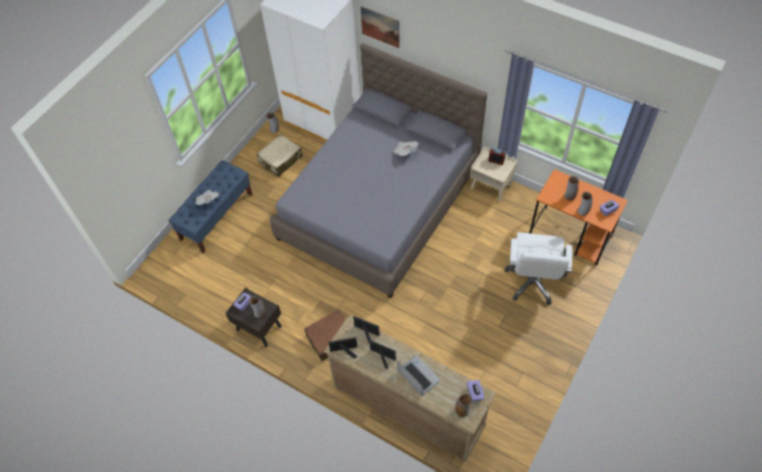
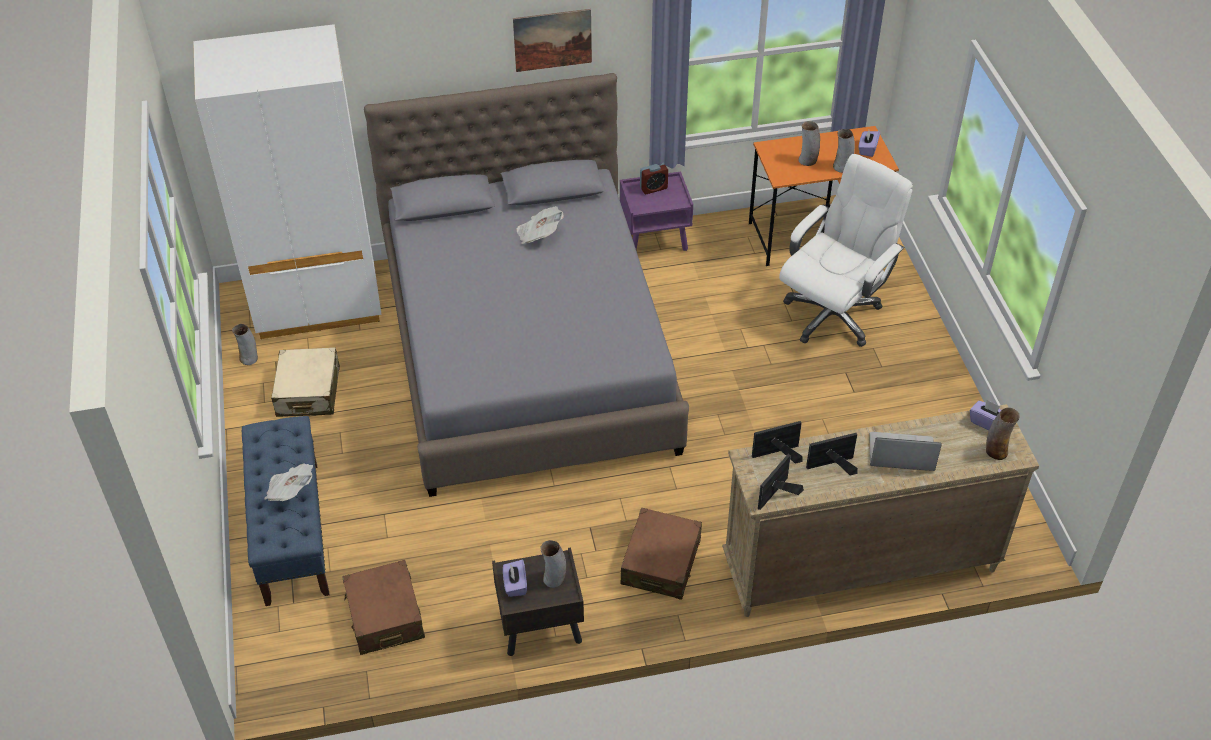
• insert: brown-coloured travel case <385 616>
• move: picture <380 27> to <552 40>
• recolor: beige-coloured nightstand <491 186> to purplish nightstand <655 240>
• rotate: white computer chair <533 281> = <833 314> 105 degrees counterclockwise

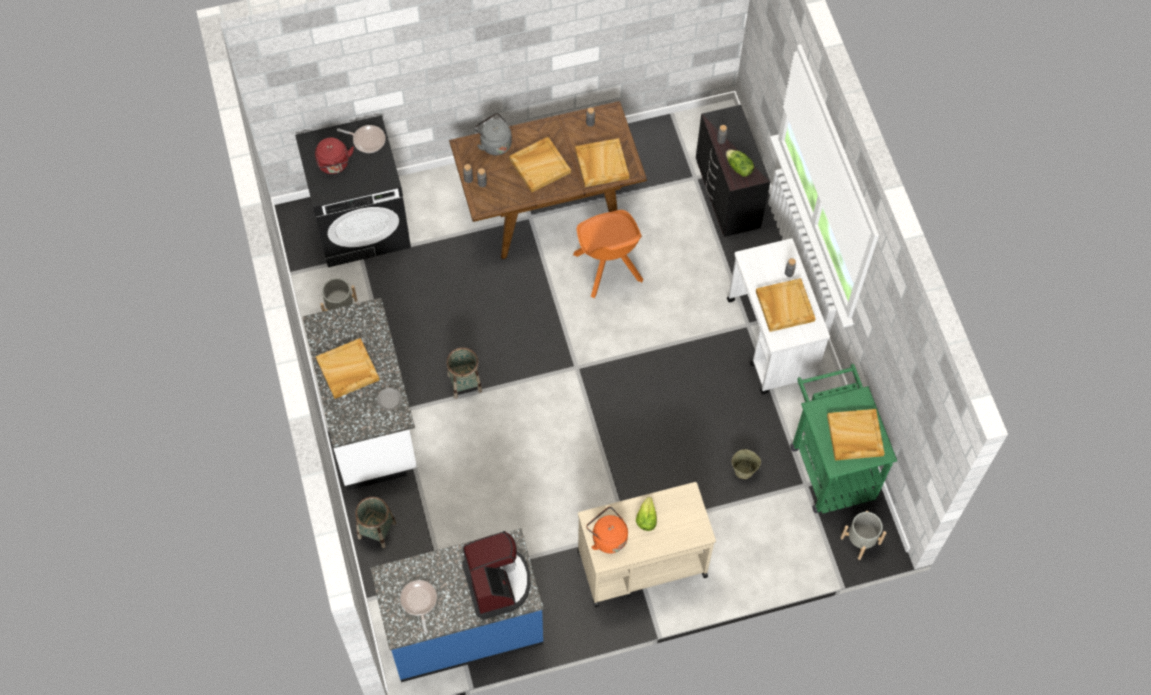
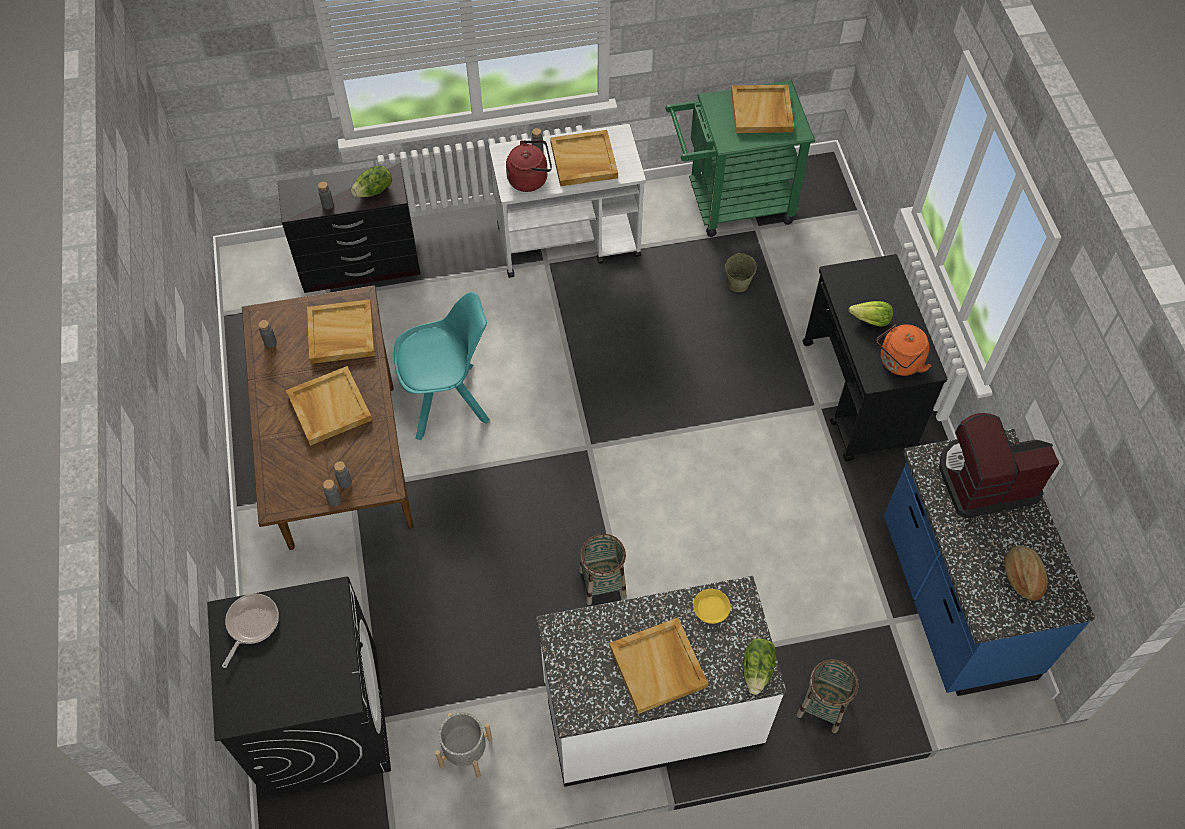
• recolor: orange-coloured plain chair <608 269> to turquoise plain chair <448 401>
• move: red-coloured kettle <334 165> to <530 179>
• recolor: grey plate <390 400> to yellowish plate <711 607>
• insert: head of lettuce <757 670>
• recolor: beige-coloured trolley <641 563> to black trolley <859 395>
• replace: pan <419 601> to bakery bread <1022 576>
• delete: grey kettle <494 143>
• delete: grey planter <860 540>

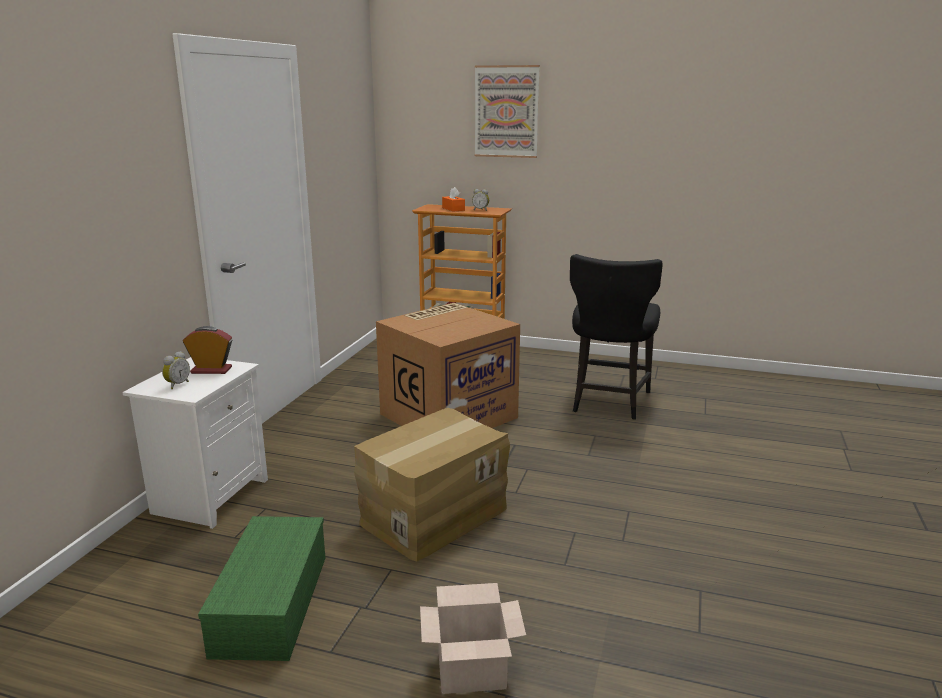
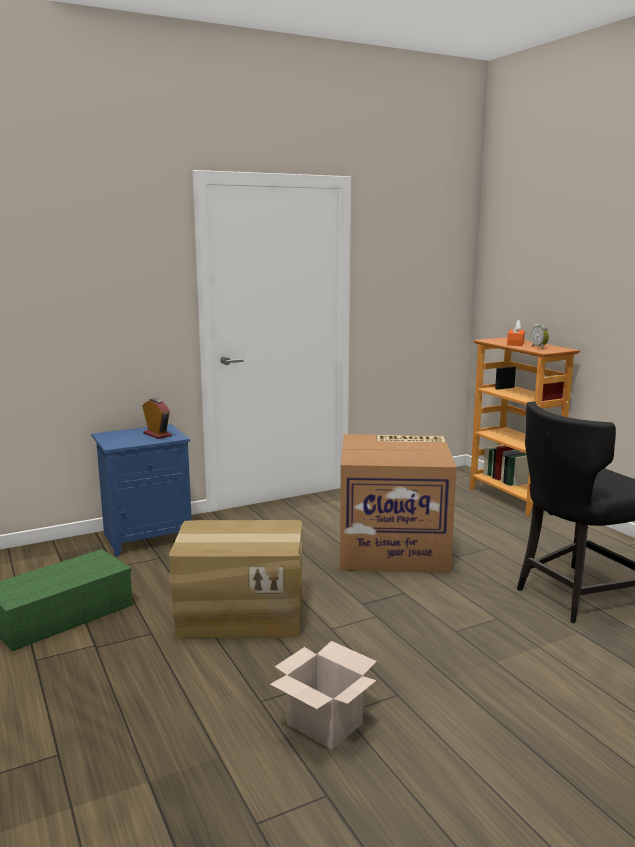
• recolor: white nightstand <210 495> to bluish nightstand <147 536>
• move: carton <470 672> to <322 724>
• delete: bedside clock <177 385>
• delete: picture <506 112>

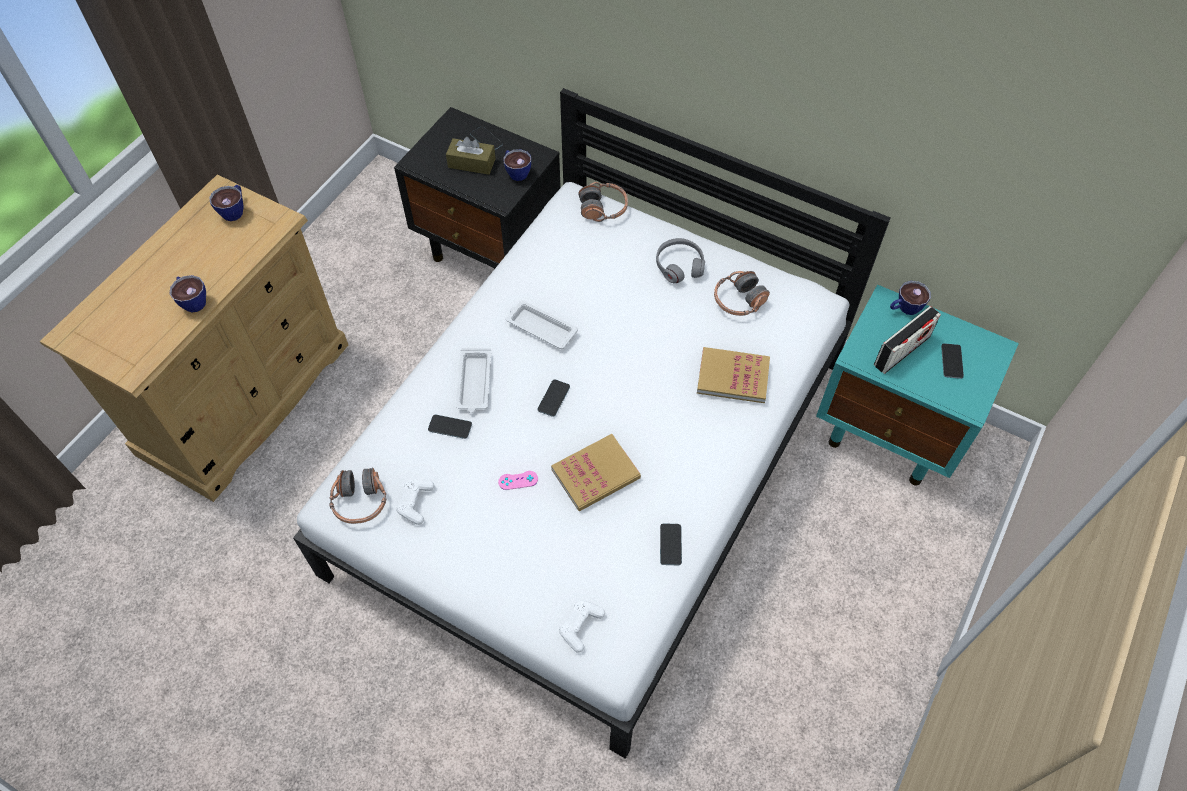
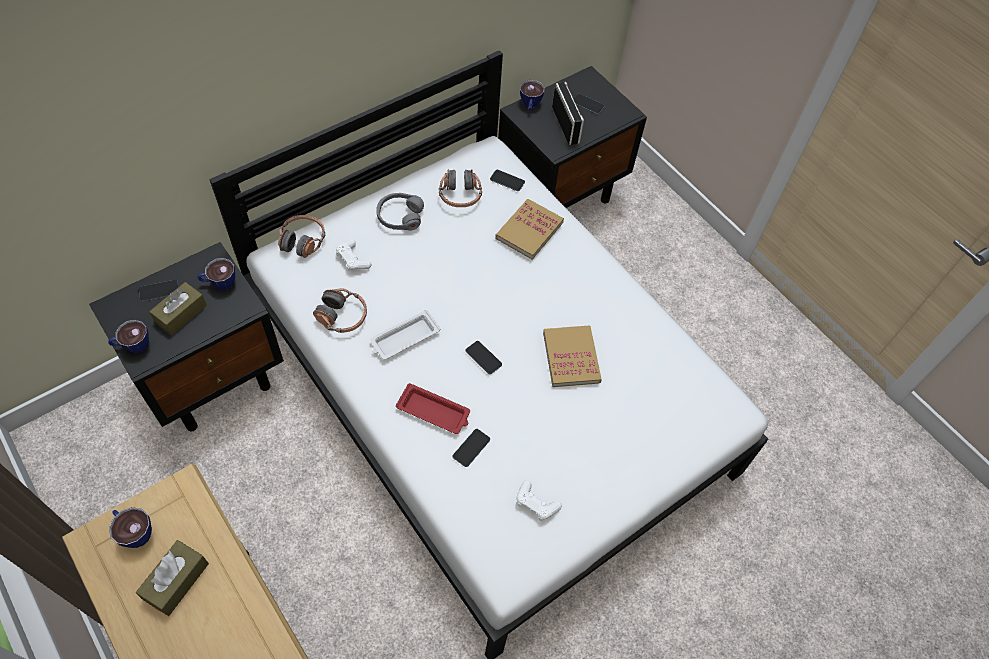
• move: cup <192 300> to <133 346>
• insert: brown-coloured tissue holder <176 581>
• move: headphones <360 501> to <342 316>
• move: white game controller <580 626> to <353 260>
• recolor: white serving tray <474 383> to red-coloured serving tray <434 412>
• move: handset <670 544> to <507 180>
• recolor: turquoise nightstand <890 432> to black nightstand <561 193>
• delete: pink game controller <518 480>

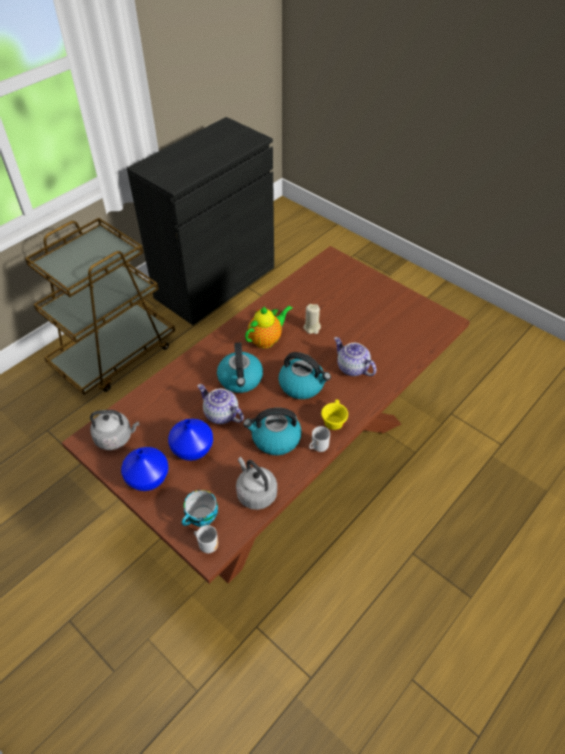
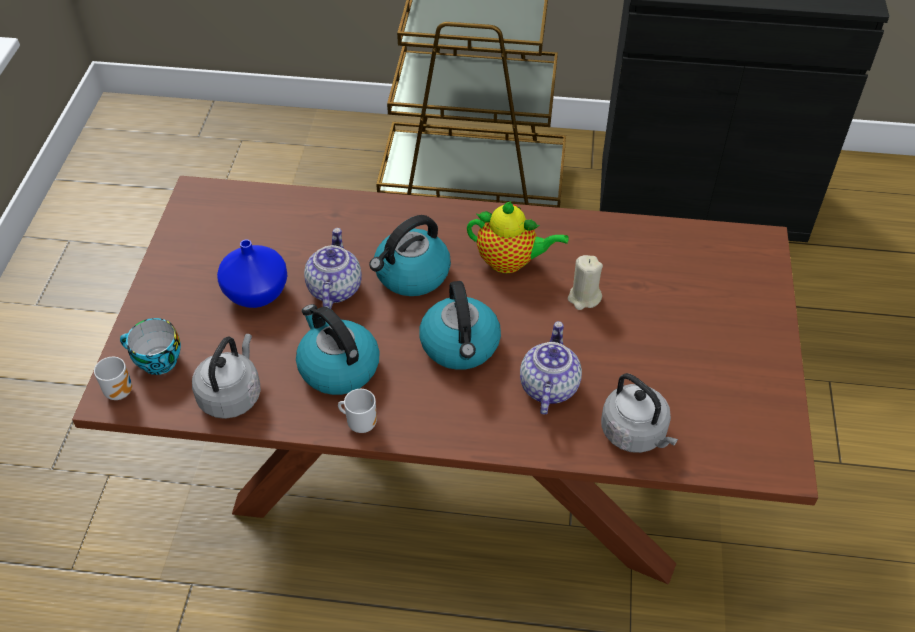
• move: grey kettle <116 438> to <636 434>
• delete: bluish flower vase <147 478>
• delete: yellowish cup <333 420>

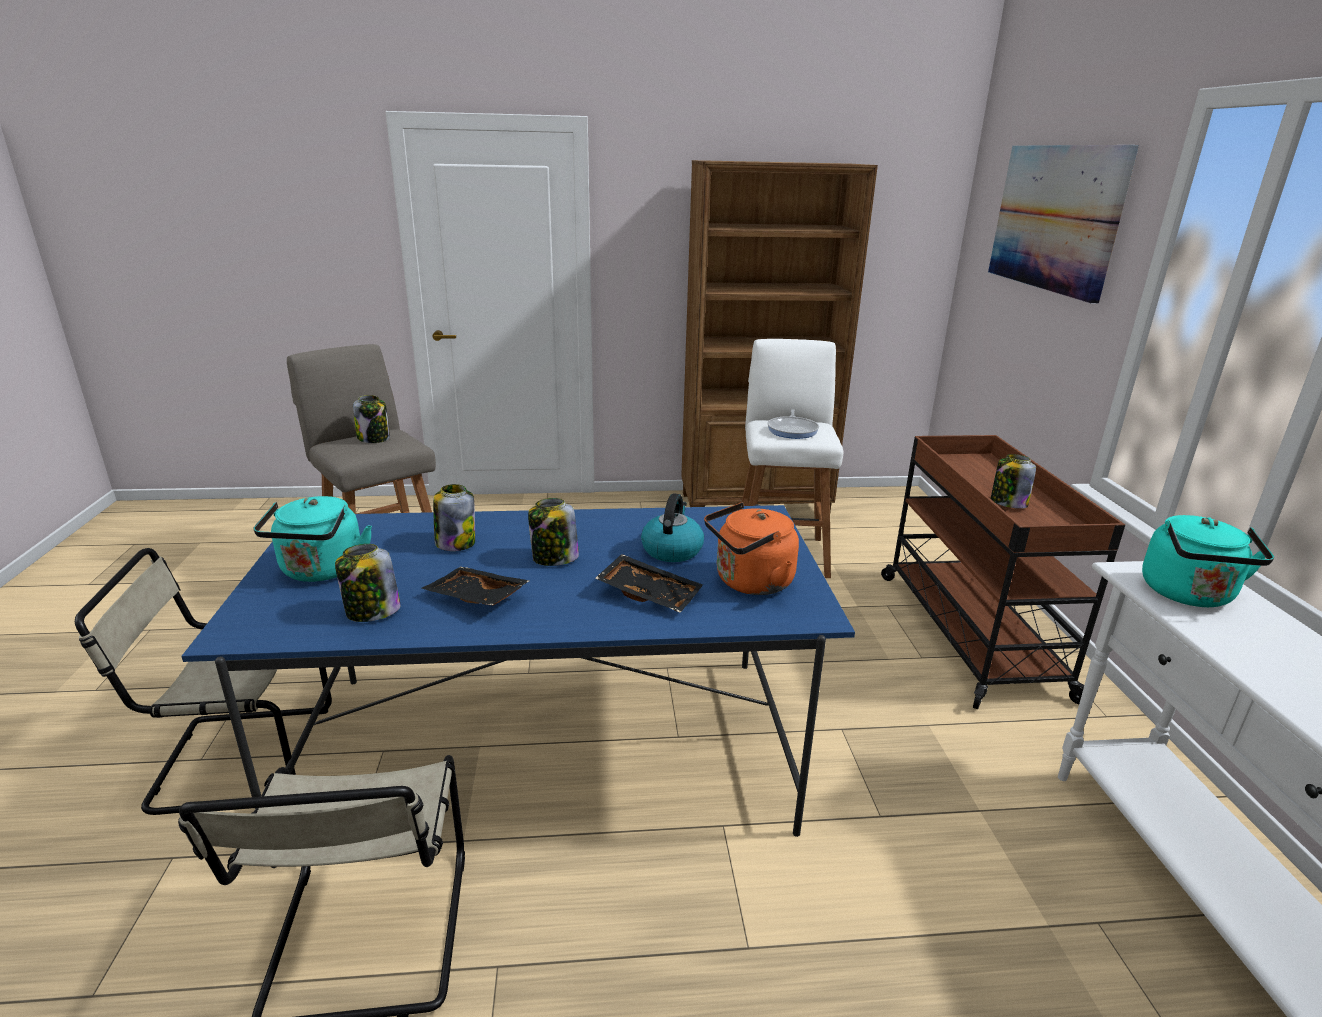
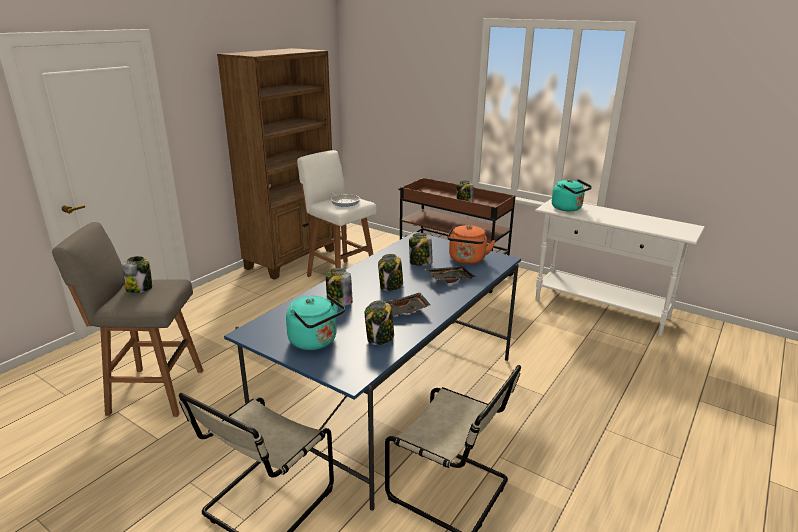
• replace: kettle <672 549> to preserve jar <420 263>
• delete: picture <1056 218>

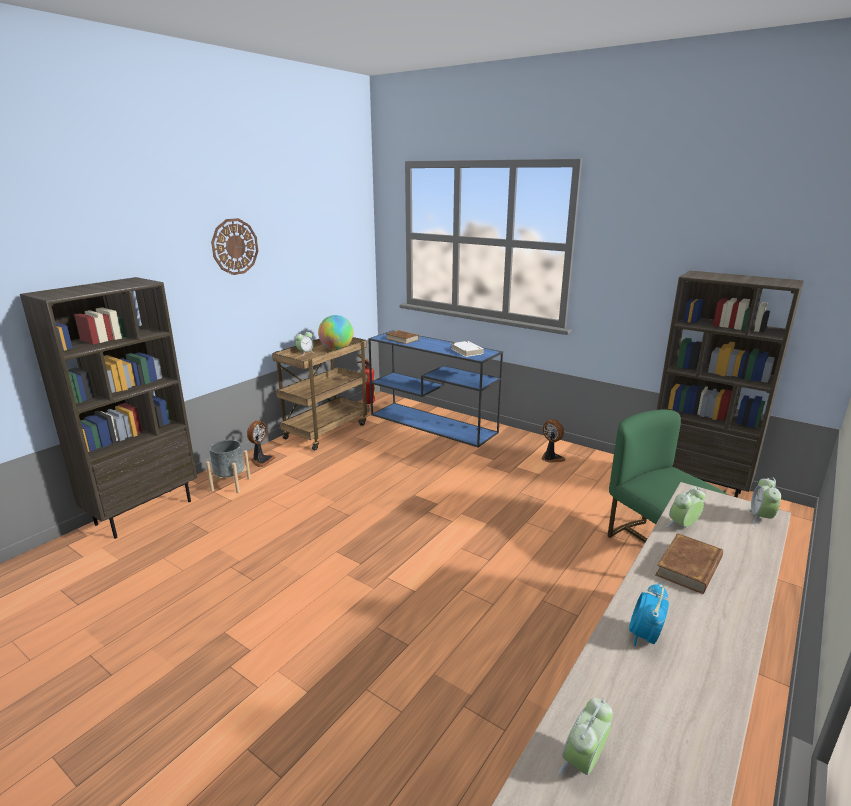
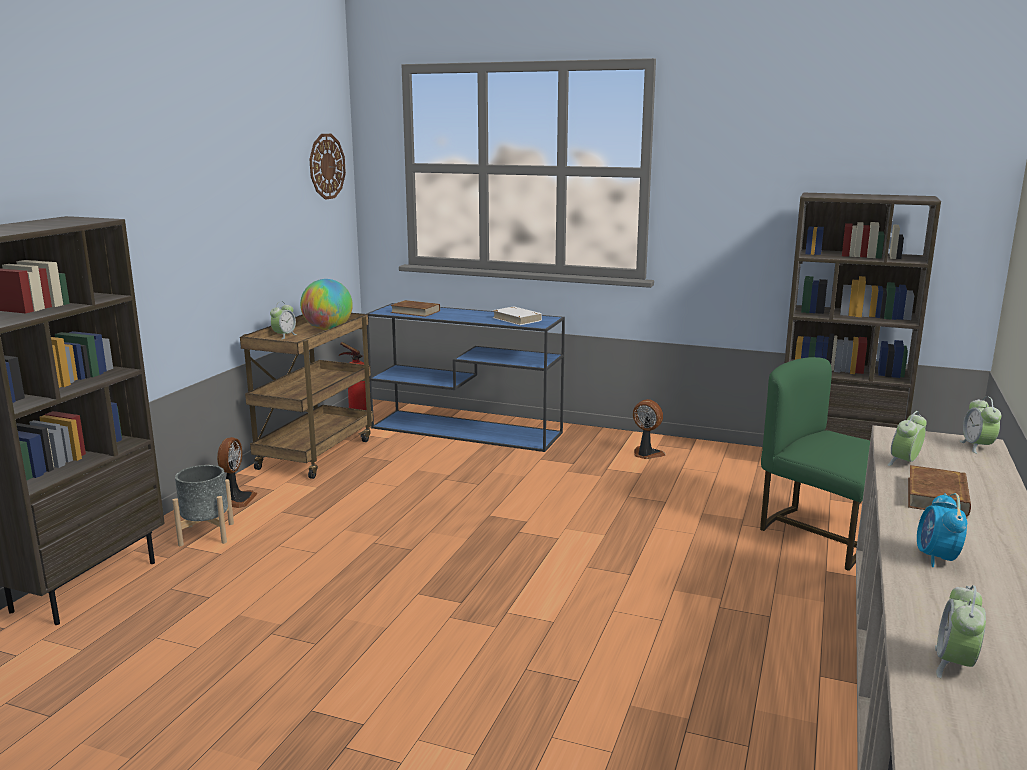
• move: hanging clock <234 246> to <326 166>

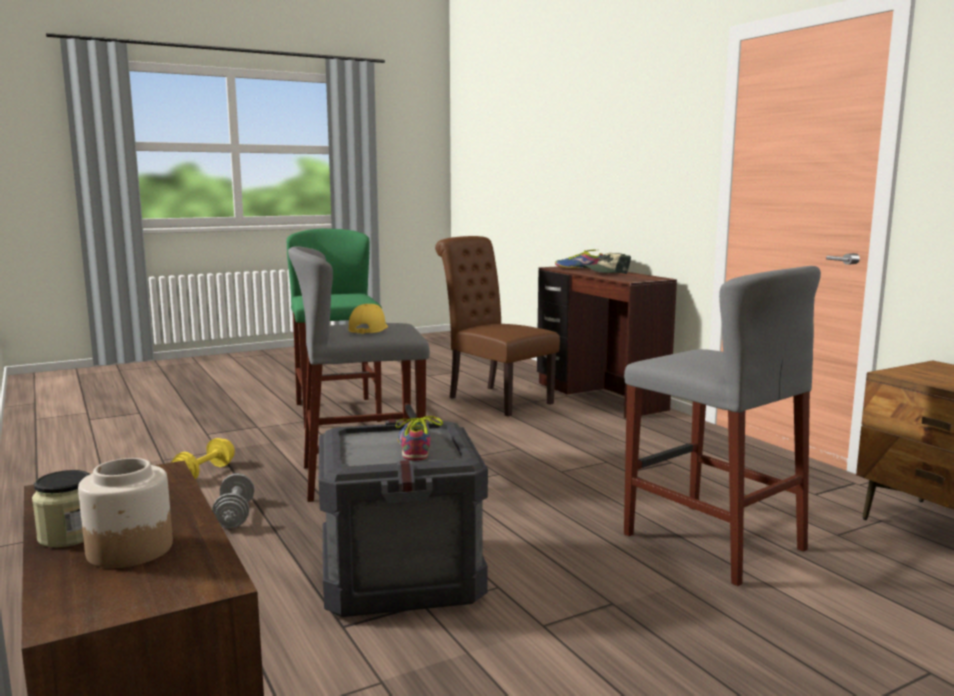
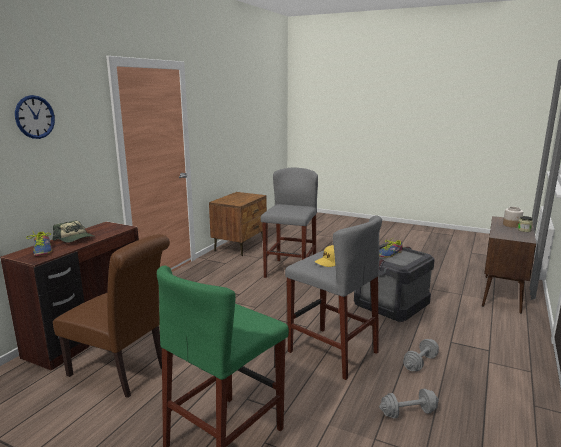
• insert: hanging clock <35 117>
• rotate: brown-coloured plain chair <494 399> = <122 372> 75 degrees counterclockwise
• recolor: yellowish hand weight <204 473> to grey hand weight <408 413>

